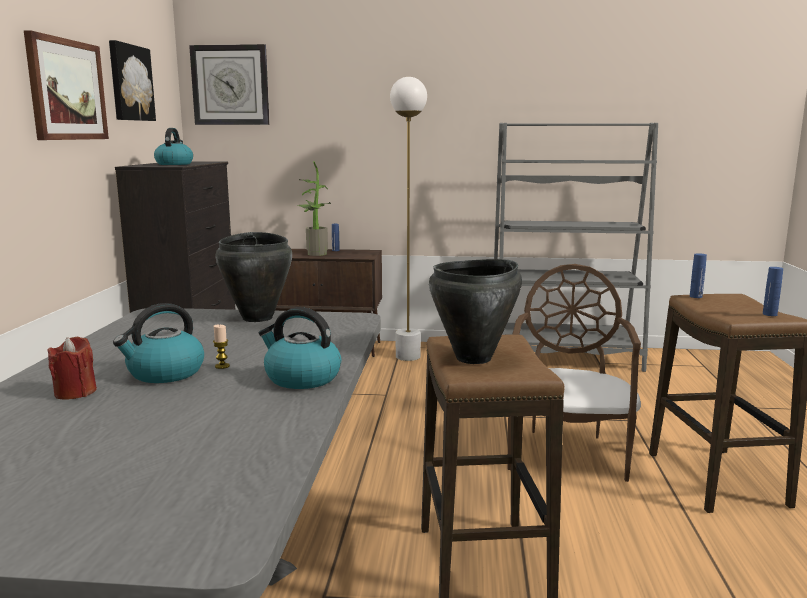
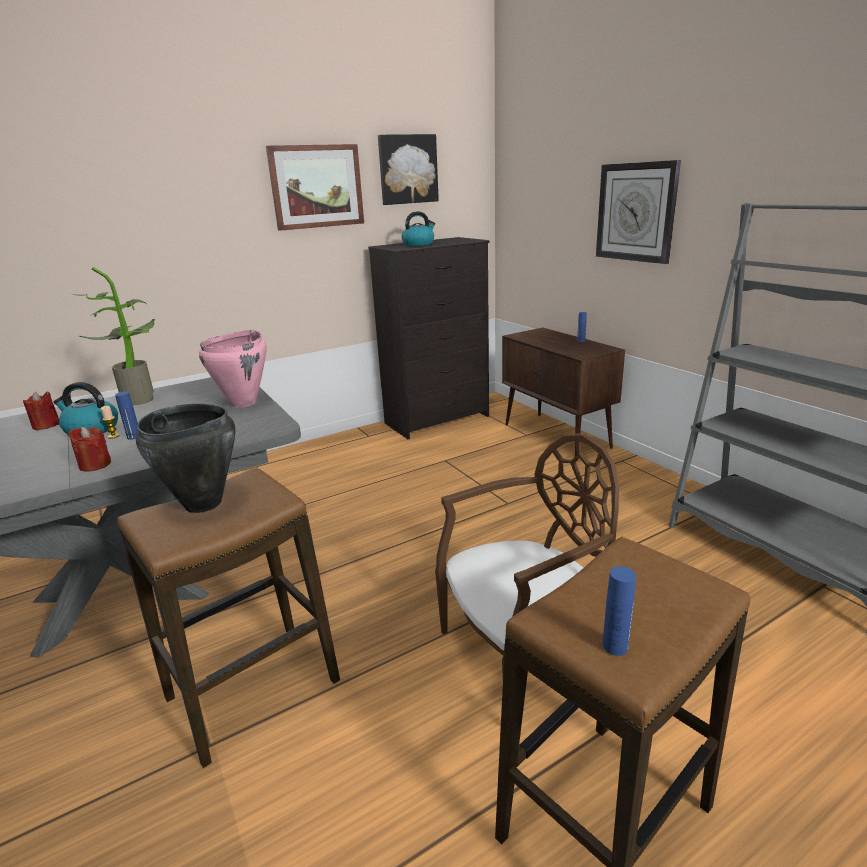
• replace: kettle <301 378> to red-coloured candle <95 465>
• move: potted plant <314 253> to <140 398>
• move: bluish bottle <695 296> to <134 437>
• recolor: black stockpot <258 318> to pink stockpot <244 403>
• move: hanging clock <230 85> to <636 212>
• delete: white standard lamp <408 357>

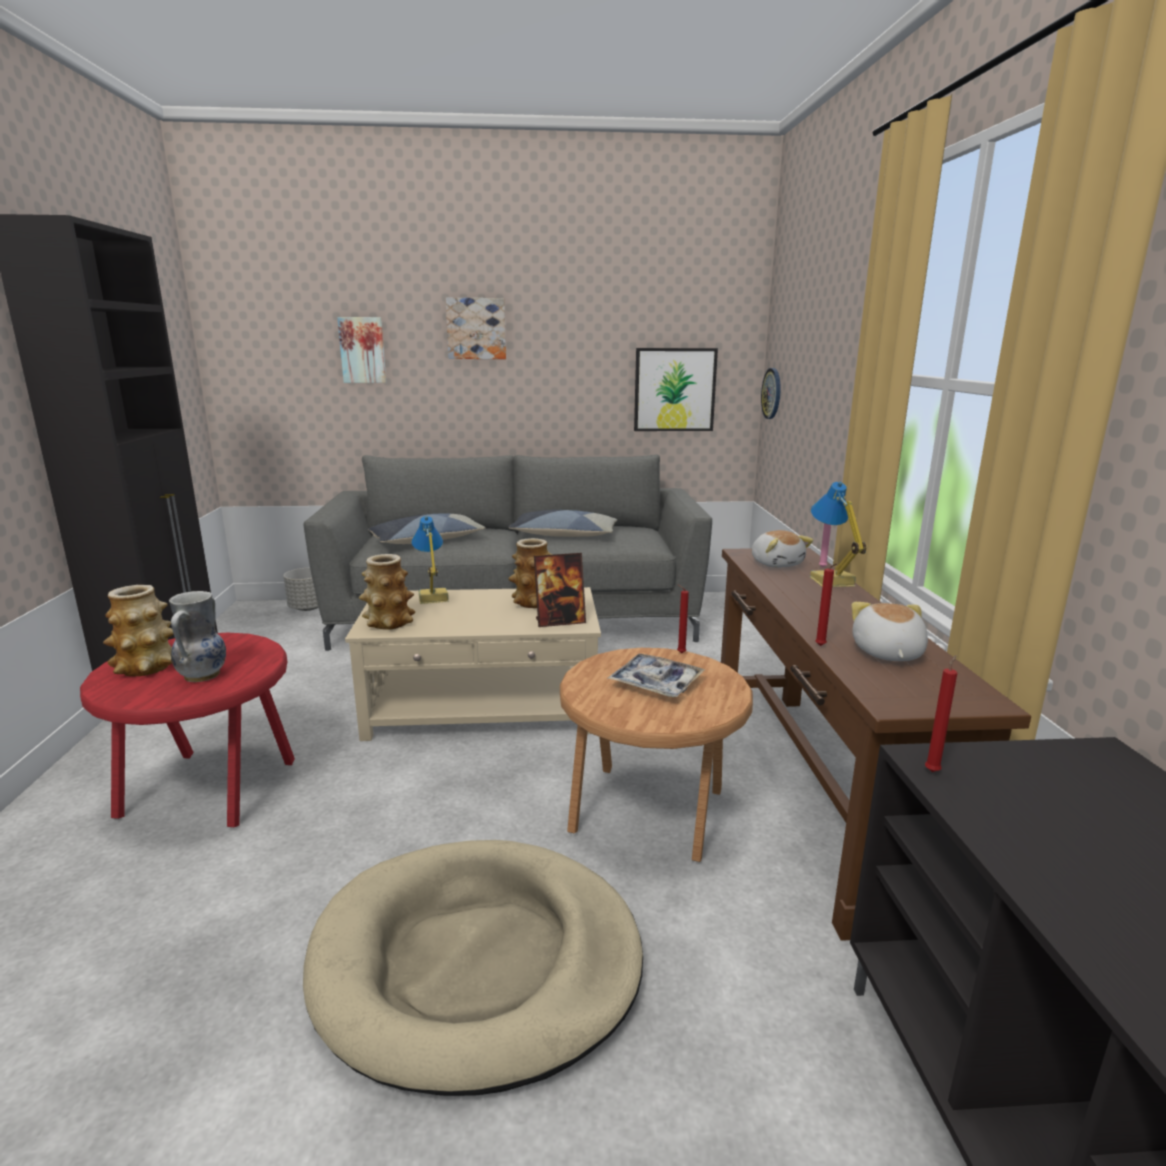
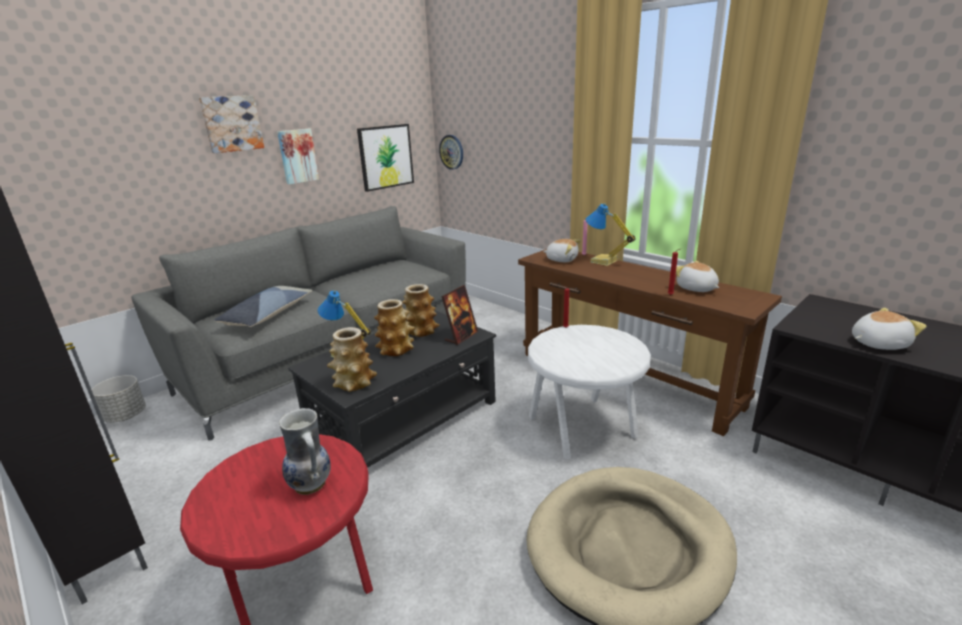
• move: picture <363 350> to <297 156>
• recolor: beige-coloured low table <484 706> to black low table <406 419>
• move: flower vase <147 667> to <396 350>
• recolor: brown-coloured end table <650 813> to white end table <584 427>
• insert: plush toy <877 343>
• delete: cushion <564 535>
• delete: serving tray <656 683>
• delete: red-coloured candle <933 771>

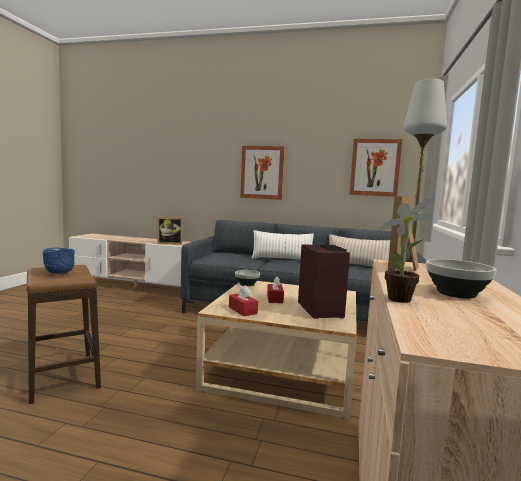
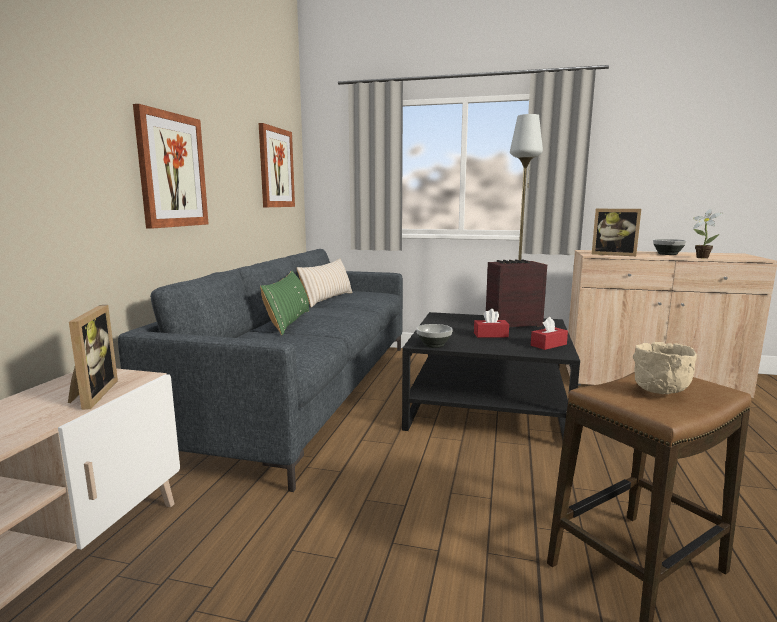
• recolor: white cushion <282 259> to green-coloured cushion <289 322>
• recolor: beige-coloured low table <283 368> to black low table <487 406>
• recolor: bluish serving bowl <59 273> to beige-coloured serving bowl <661 392>

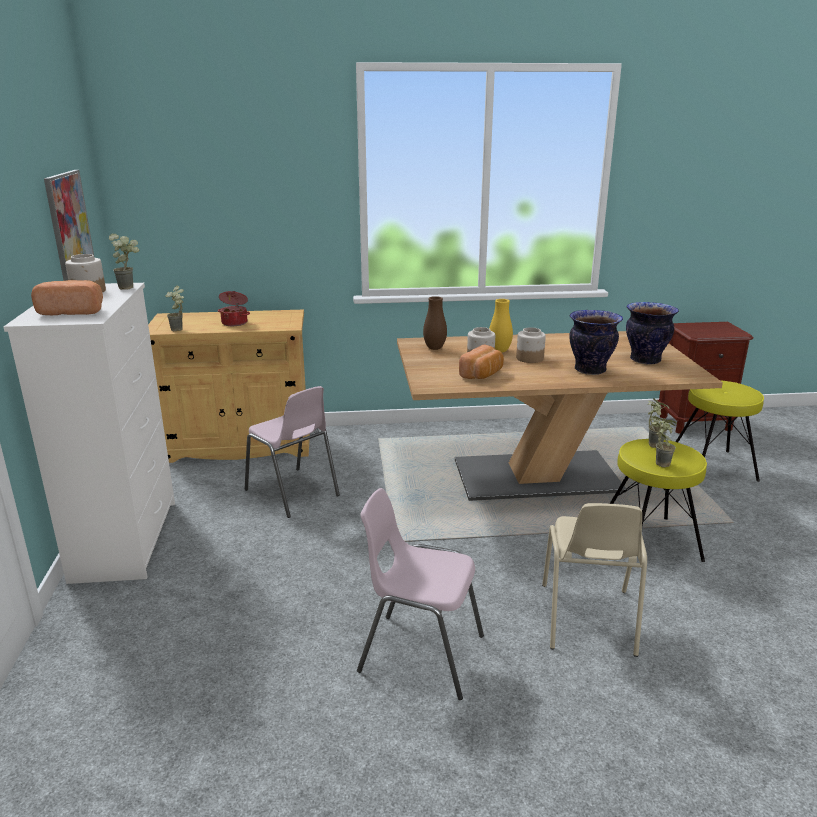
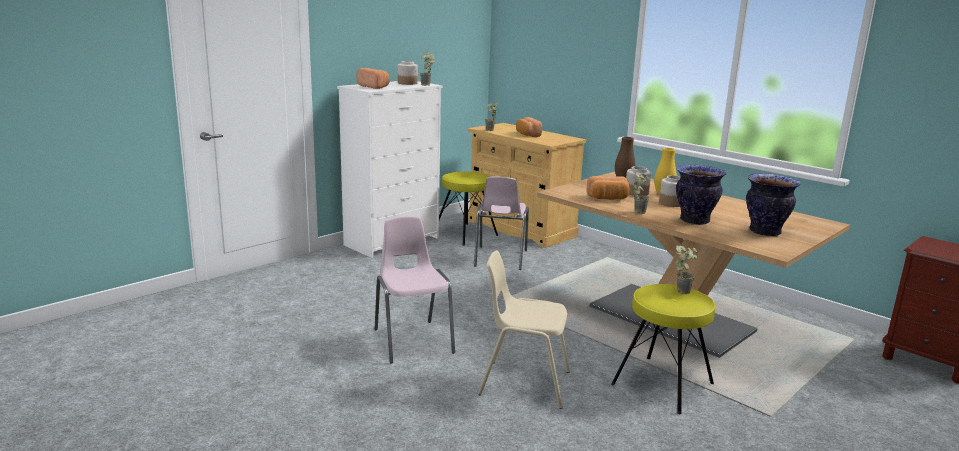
• move: yellowish stool seat <712 467> to <465 234>
• rotate: beige-coloured plain chair <587 619> = <523 383> 45 degrees clockwise
• replace: stockpot <235 323> to bakery bread <527 135>
• move: potted plant <658 463> to <638 211>
• delete: picture <70 231>

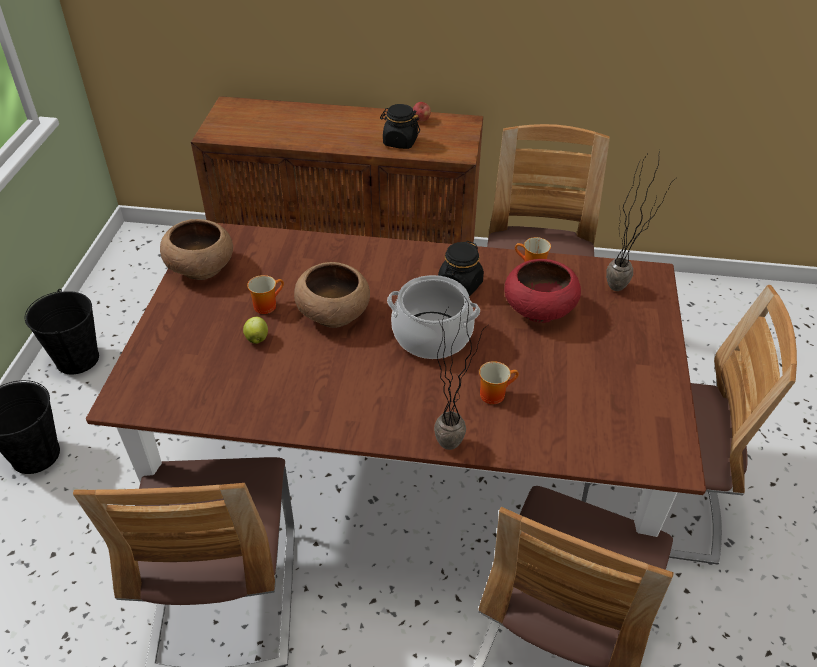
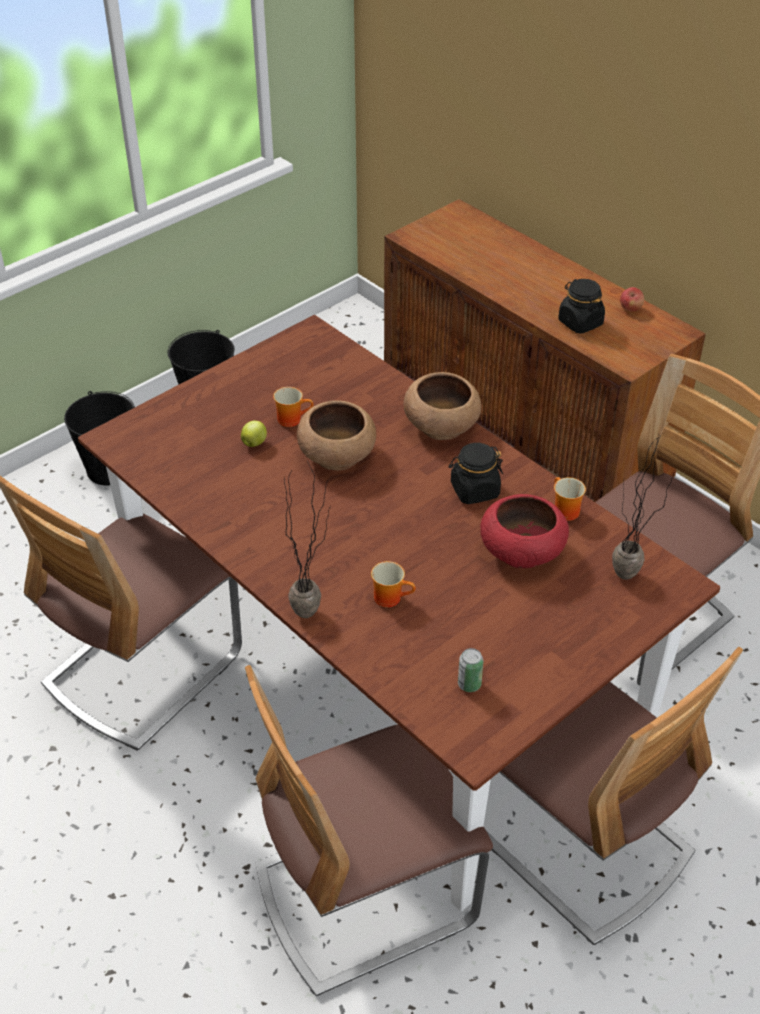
• move: brown-coloured serving bowl <201 267> to <442 425>
• insert: metal can <469 684>
• delete: stockpot <432 335>

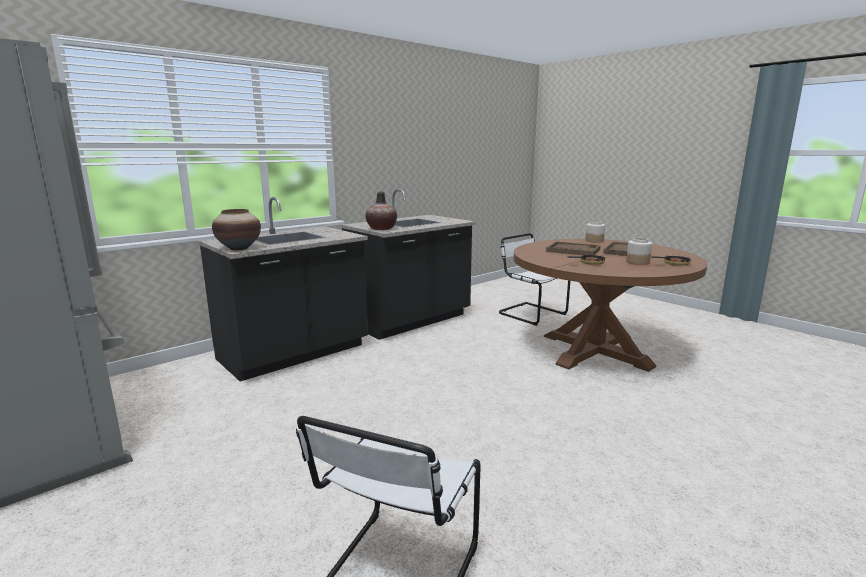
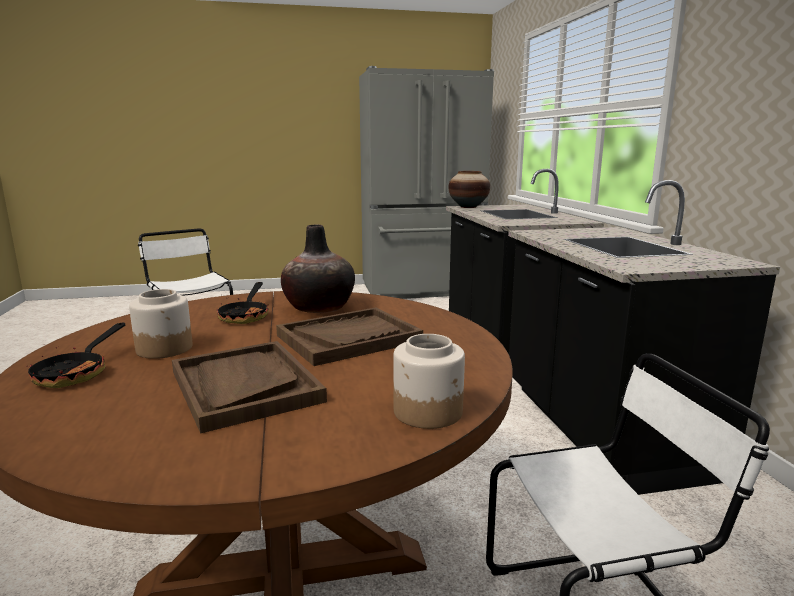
• move: flower vase <381 229> to <319 308>

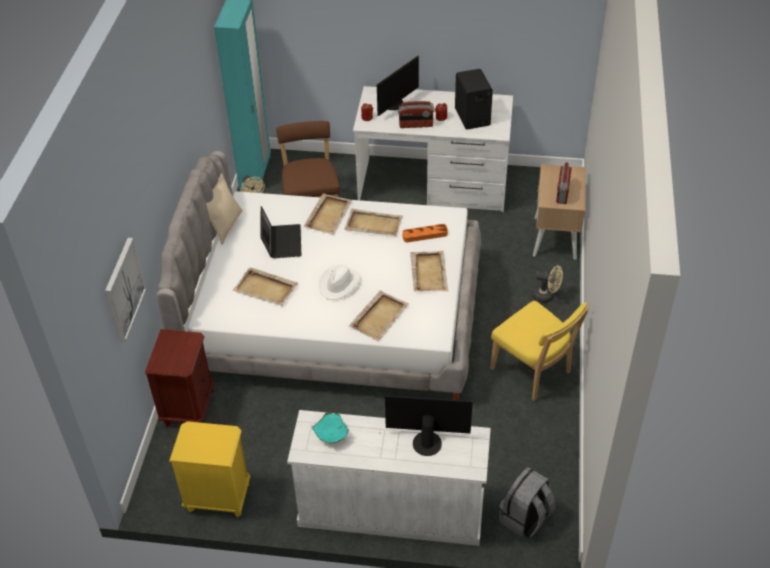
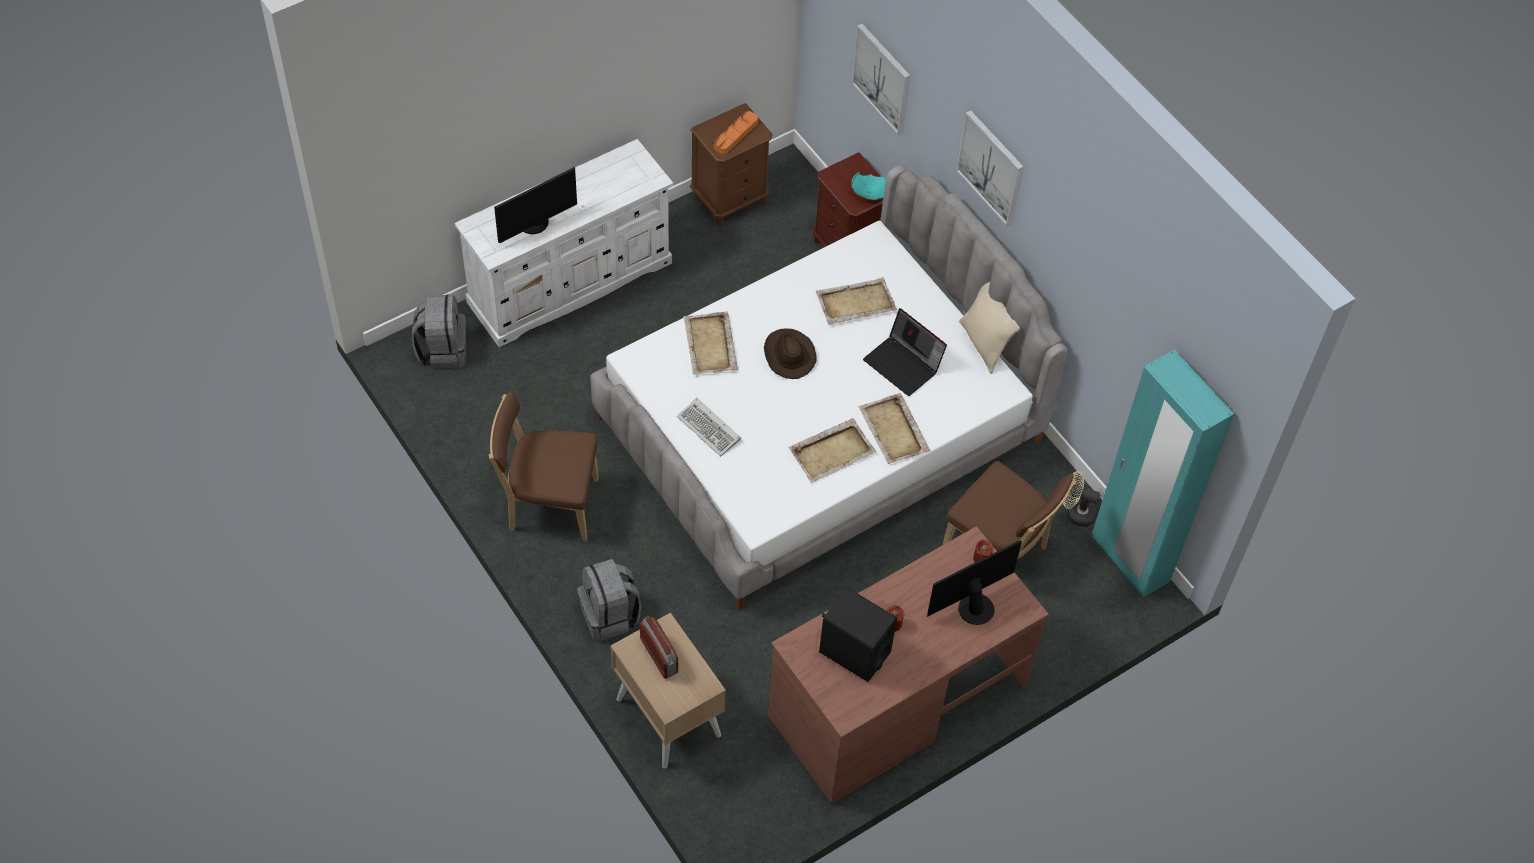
• recolor: yellowish plain chair <533 372> to brown-coloured plain chair <548 504>
• replace: beige-coloured fan <546 296> to grey rucksack <610 616>
• replace: beige-coloured serving tray <429 272> to keyboard <710 429>
• recolor: yellowish nightstand <218 497> to brown-coloured nightstand <730 199>
• move: orange-coloured serving tray <425 235> to <736 135>
• recolor: white hat <339 284> to brown-coloured hat <788 355>
• recolor: white desk unit <433 184> to brown-coloured desk unit <896 700>
• move: turquoise serving bowl <332 435> to <869 195>
• rotate: computer screen <394 104> = <973 606> 60 degrees clockwise
• insert: picture <991 167>
• delete: radio set <416 125>

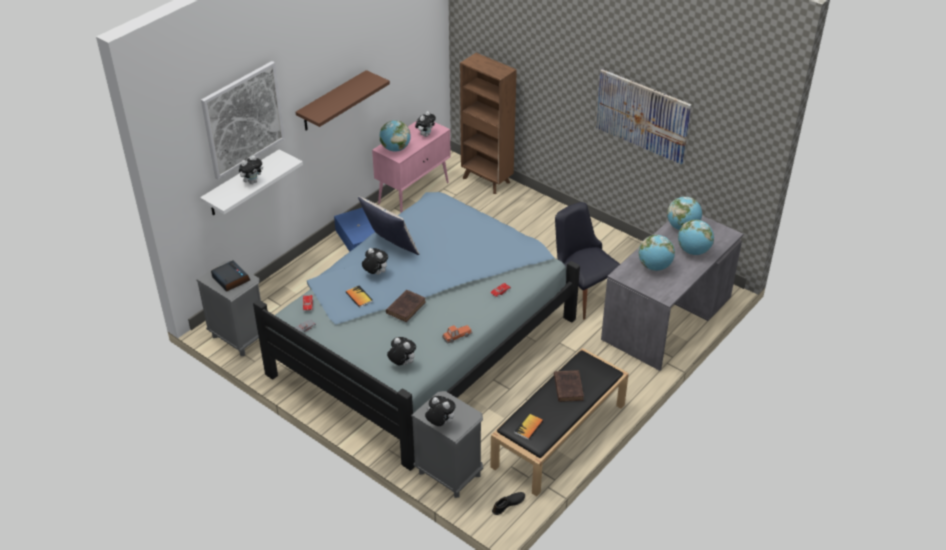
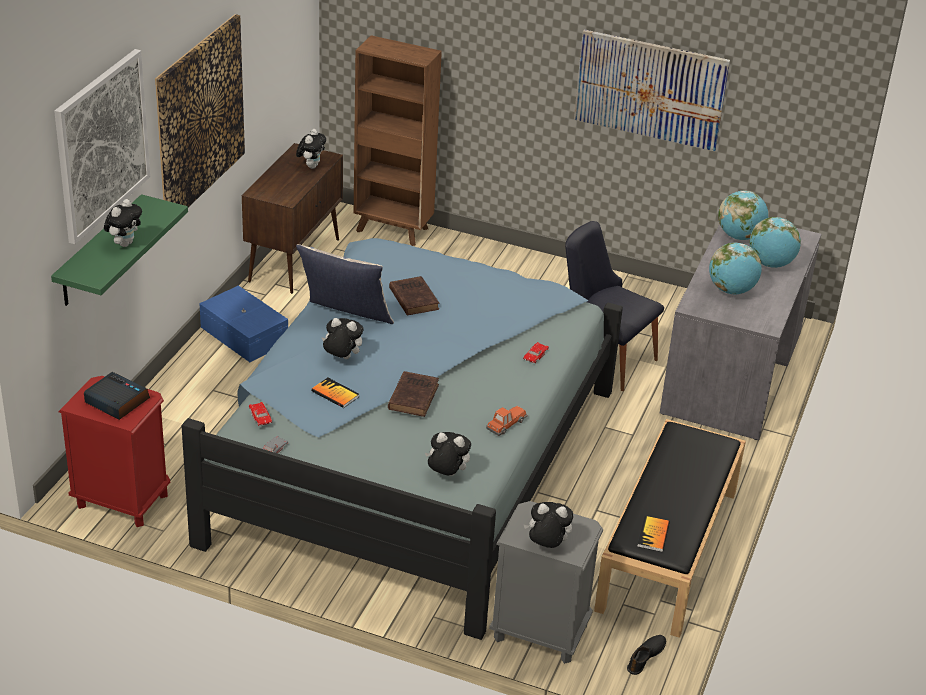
• recolor: white bracket shelf <242 183> to green-coloured bracket shelf <99 252>
• recolor: grey nightstand <239 338> to red-coloured nightstand <121 501>
• replace: brown-coloured bracket shelf <332 101> to picture <199 117>
• recolor: pink storage cabinet <414 192> to brown-coloured storage cabinet <295 260>
• move: brown-coloured volume <568 387> to <413 298>
• delete: globe <395 149>

